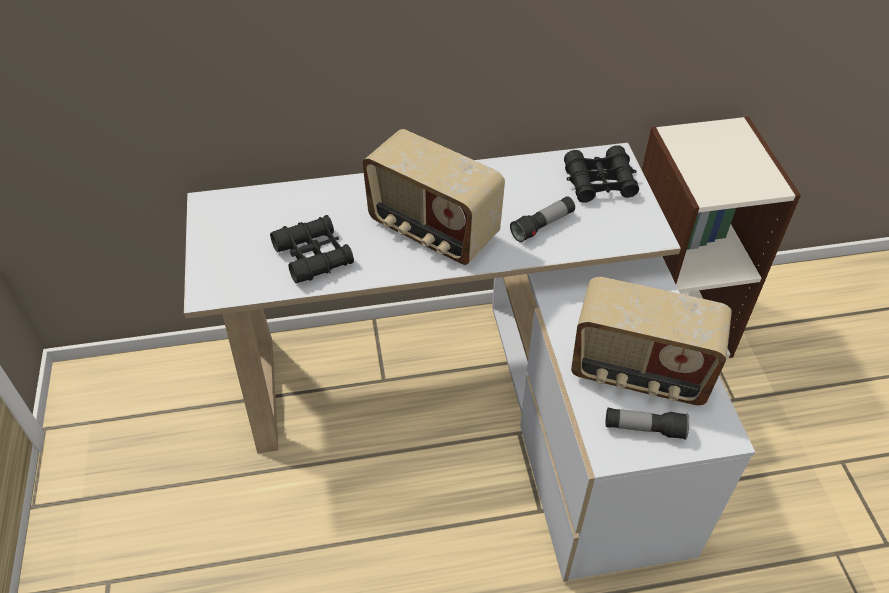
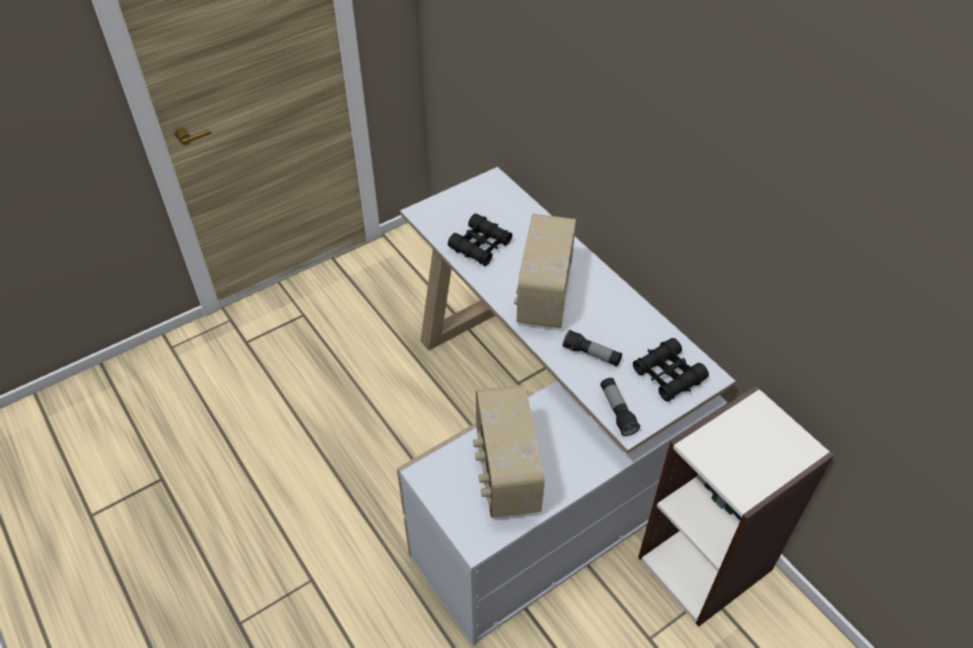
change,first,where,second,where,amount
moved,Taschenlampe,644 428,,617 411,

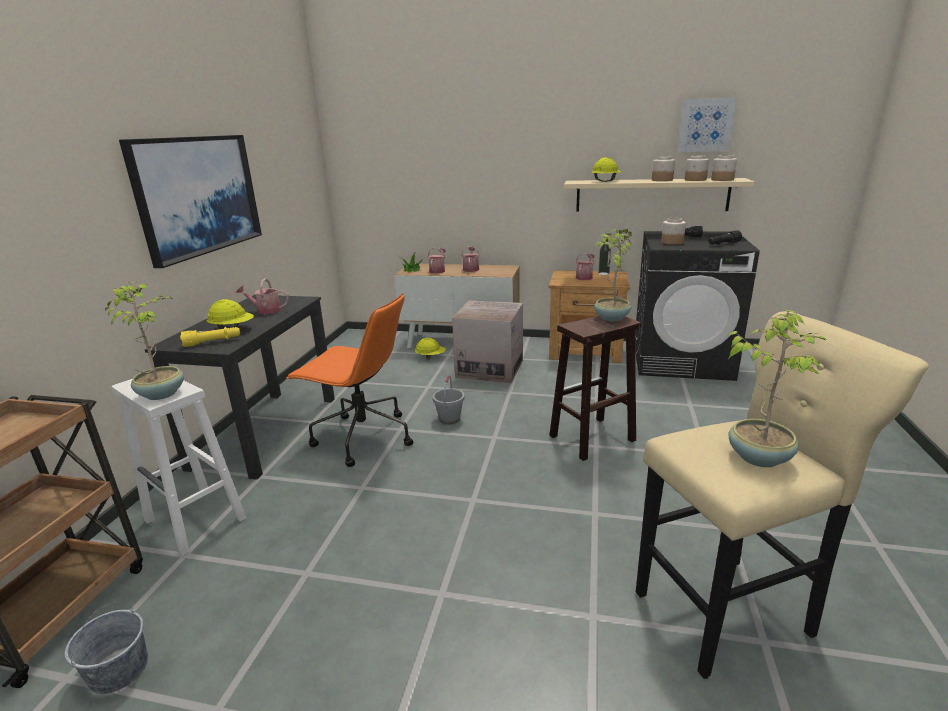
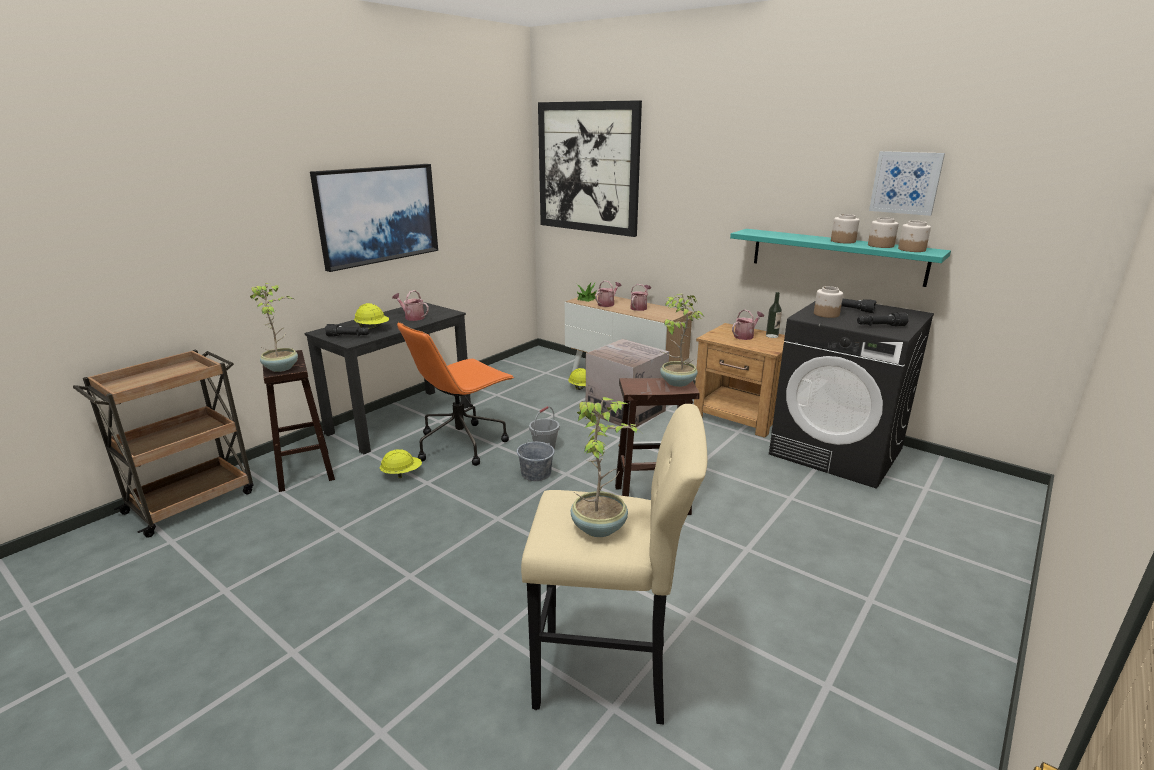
change,first,where,second,where,amount
moved,Eimer/grau,119 669,,536 473,
recoloured,Hocker/weiß,196 520,Hocker/braun,305 471,
recoloured,Taschenlampe/gelb,213 342,Taschenlampe/schwarz,349 336,
turned,Bürostuhl/orange,362 437,,462 444,90 degrees clockwise
recoloured,Wandregal/beige,651 195,Wandregal/türkis,836 256,
moved,Schutzhelm/gelb,605 181,,402 474,
added,,,Bild,588 168,

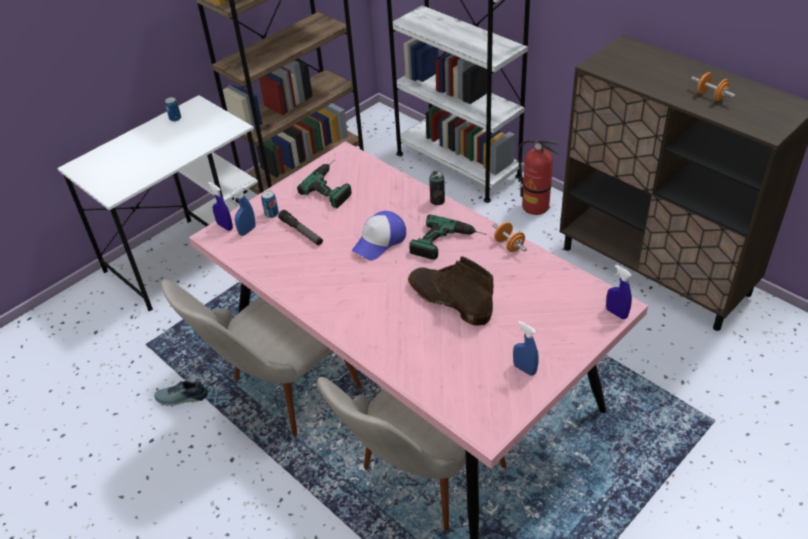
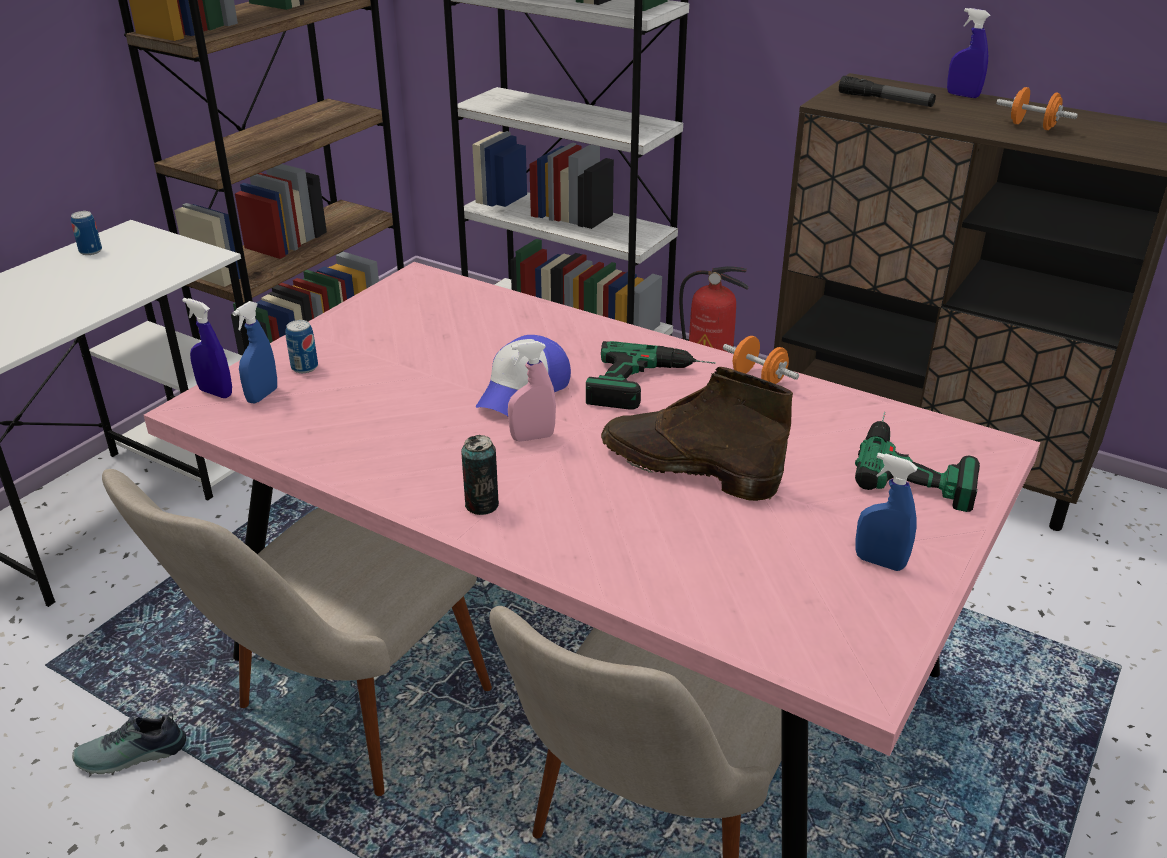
change,first,where,second,where,amount
moved,Taschenlampe,301 232,,885 100,
moved,Bohrmaschine,333 185,,916 464,
moved,Dose,437 201,,482 505,
moved,Sprühflasche/blau,616 313,,962 95,
added,,,Sprühflasche/rosa,532 437,

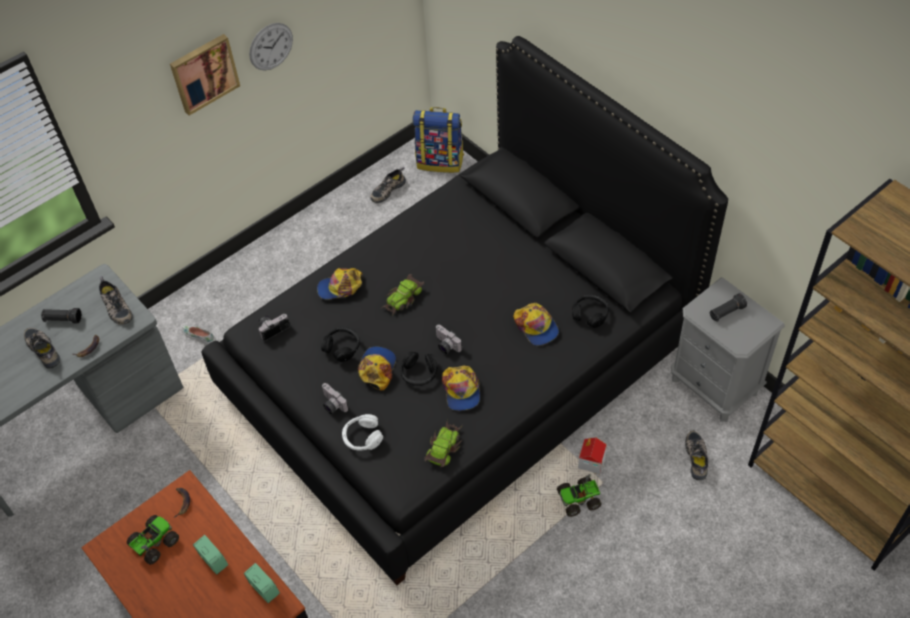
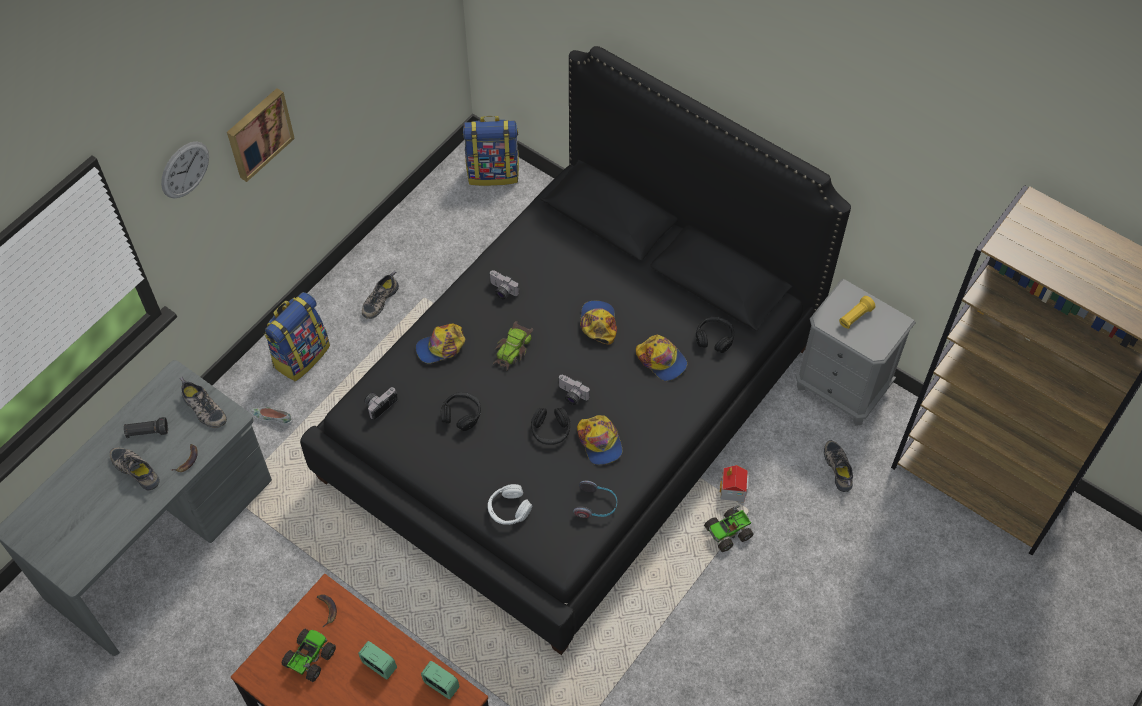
change,first,where,second,where,amount
moved,Wanduhr,271 46,,185 169,
moved,Kamera,332 405,,501 291,
moved,Kappe,377 369,,598 323,
moved,Schuh,387 189,,379 299,
replaced,Spielzeugauto,444 446,Kopfhörer,596 505,
recoloured,Taschenlampe/schwarz,726 312,Taschenlampe/gelb,855 317,
added,,,Rucksack,301 355,

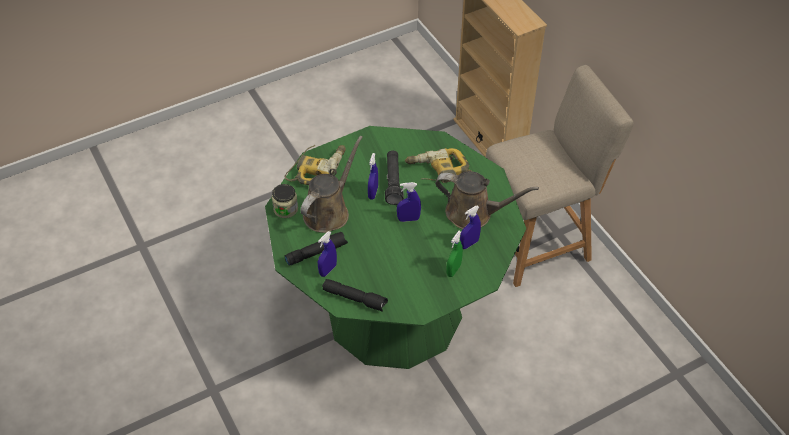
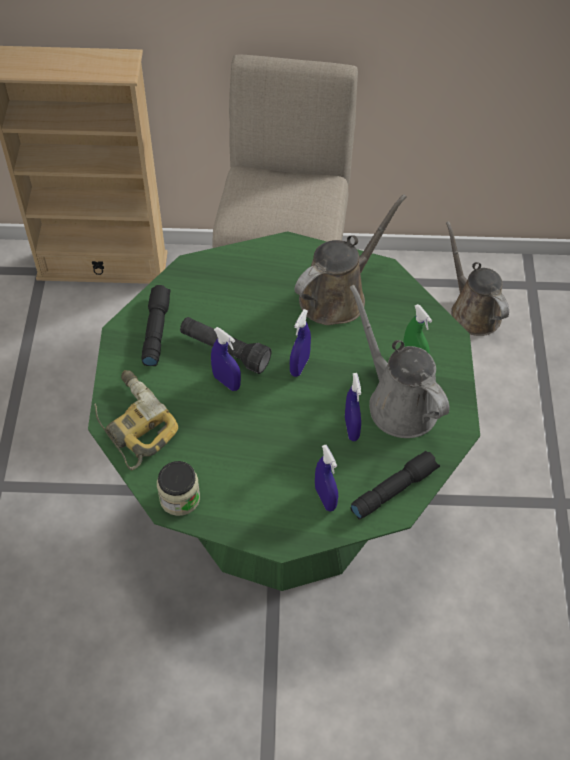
change,first,where,second,where,amount
moved,Taschenlampe/schwarz,316 252,,155 330,
moved,Gießkanne/braun,329 211,,472 311,
removed,Bohrmaschine,439 171,,,
moved,Sprühflasche/blau,469 244,,351 428,
added,,,Gießkanne/grau,398 402,

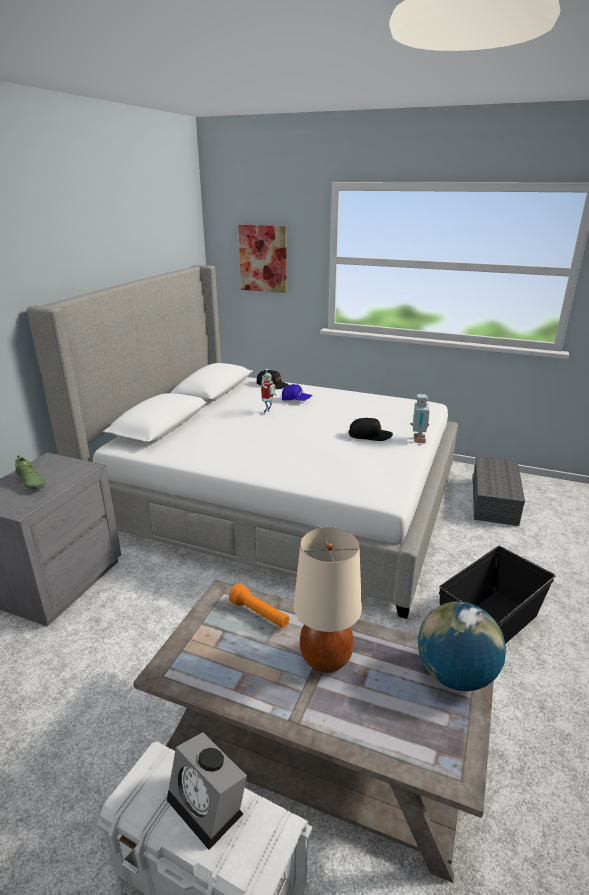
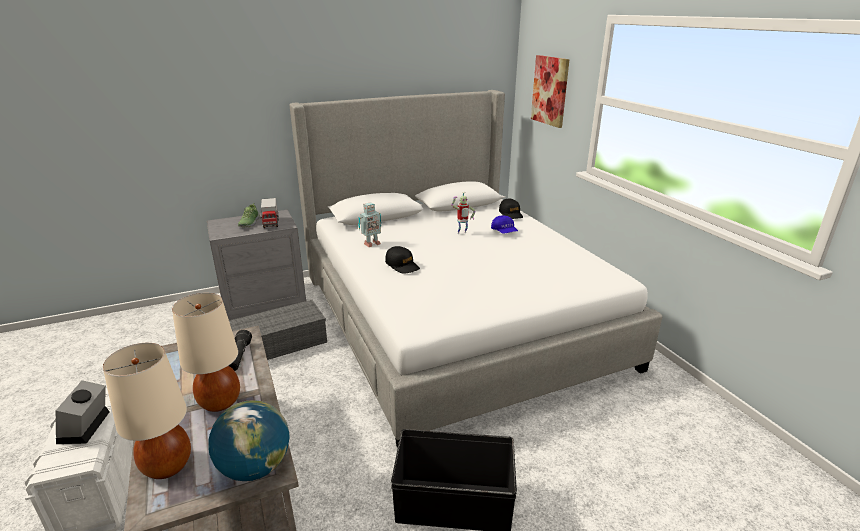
change,first,where,second,where,amount
recoloured,Taschenlampe/orange,259 614,Taschenlampe/schwarz,240 357,
moved,Kappe/schwarz,370 435,,402 265,
moved,Spielzeugroboter,417 440,,371 244,
moved,Aufbewahrungsbox/grau,495 501,,279 344,
added,,,Tischlampe/beige,167 465,
added,,,Spielzeuglaster,271 223,

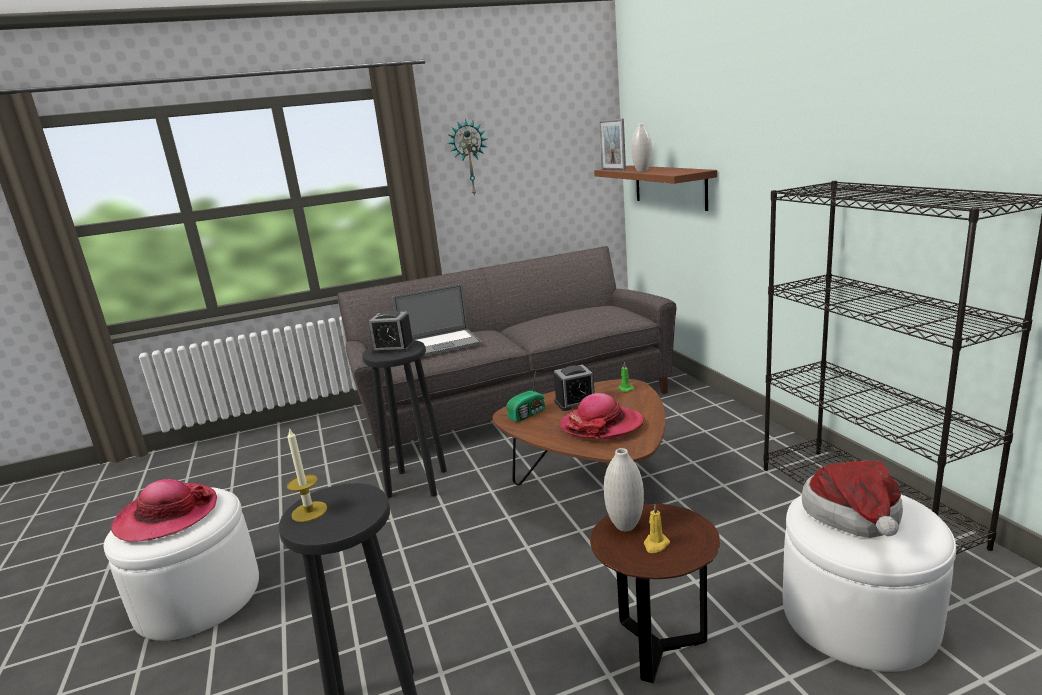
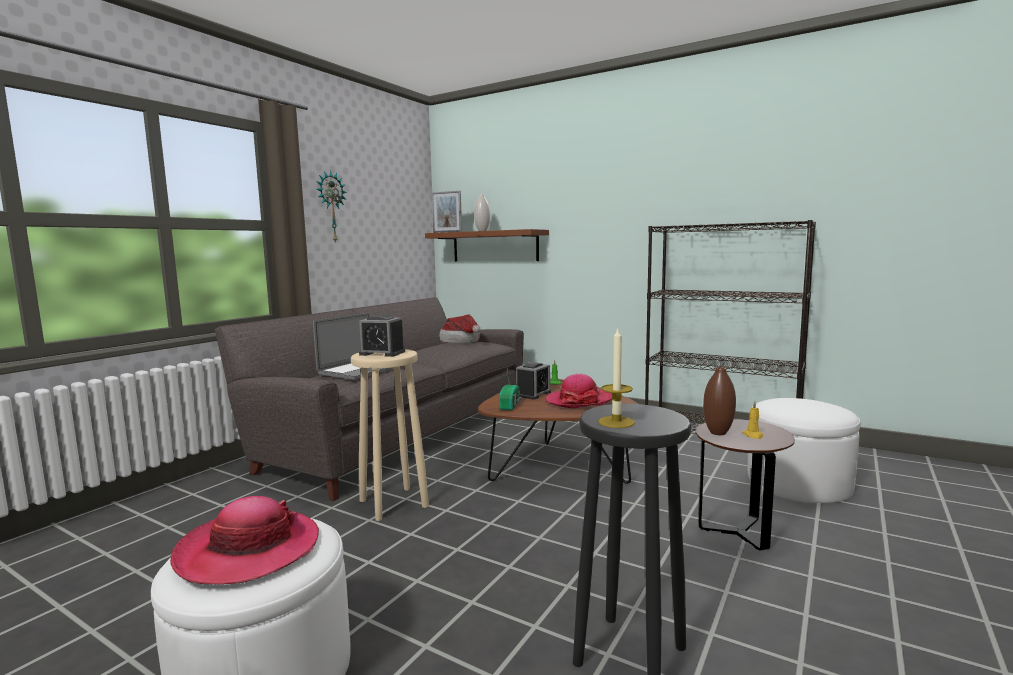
change,first,where,second,where,amount
recoloured,Hocker/schwarz,416 483,Hocker/beige,392 503,
turned,Wecker,393 348,,382 353,45 degrees clockwise
recoloured,Vase/weiß,625 526,Vase/braun,718 433,
moved,Hut,854 519,,462 341,

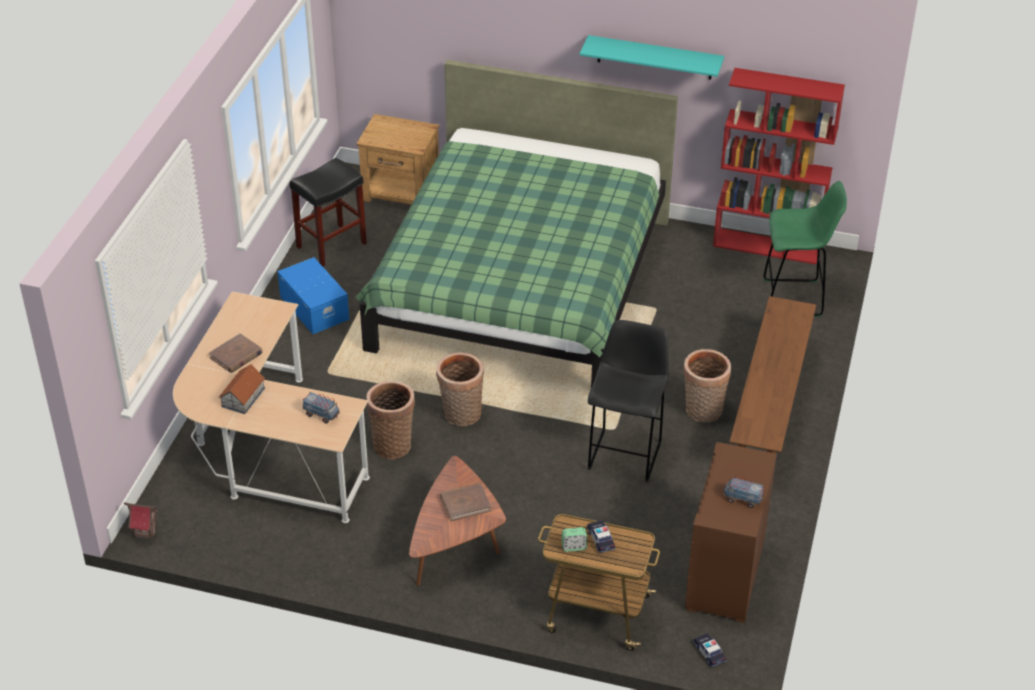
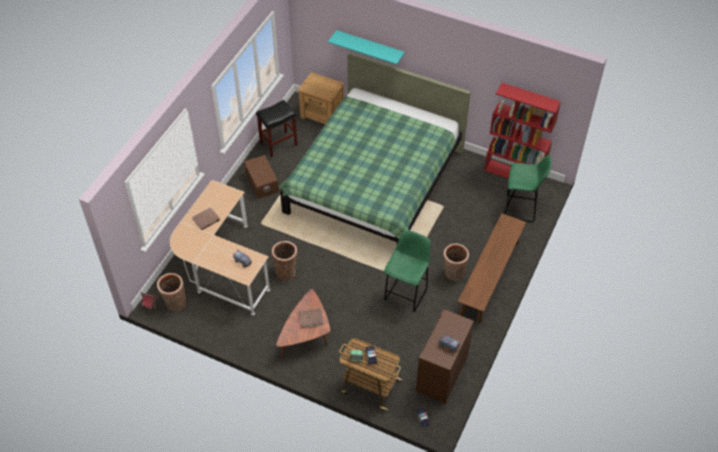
change,first,where,second,where,amount
removed,Spielzeughaus,243 397,,,
recoloured,Aufbewahrungsbox/blau,315 307,Aufbewahrungsbox/braun,262 182,
moved,Korb,461 415,,175 303,
moved,Wandregal/türkis,654 57,,370 46,
recoloured,Hocker/schwarz,625 454,Hocker/grün,406 294,

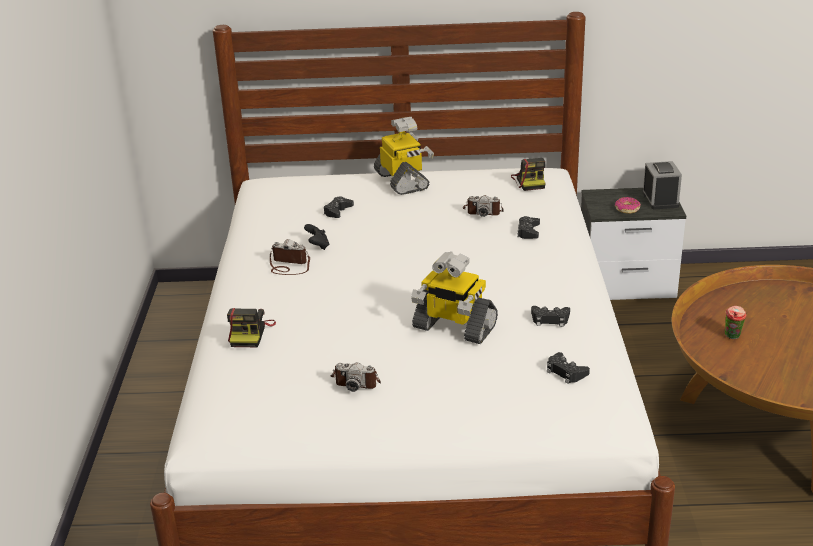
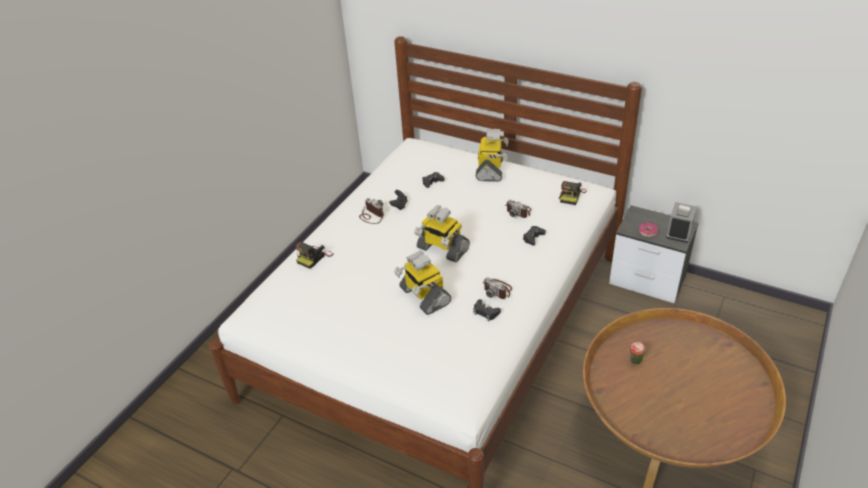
change,first,where,second,where,amount
moved,Kamera,357 380,,497 290,
removed,Gamepad/schwarz,566 372,,,
added,,,Spielzeugroboter,442 249,

